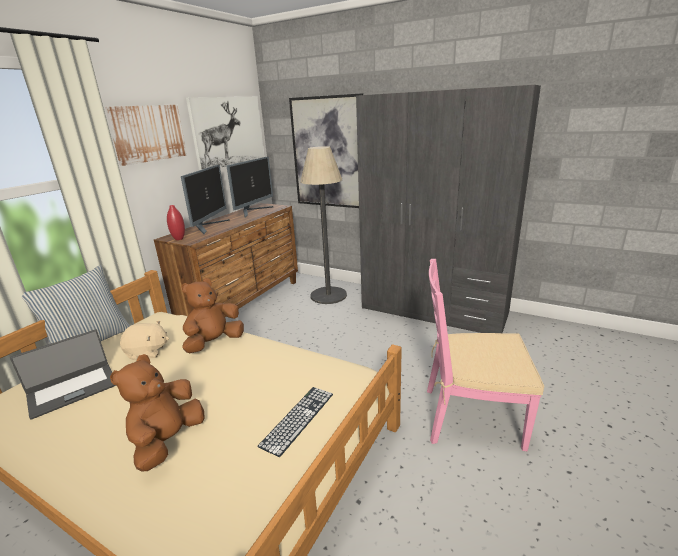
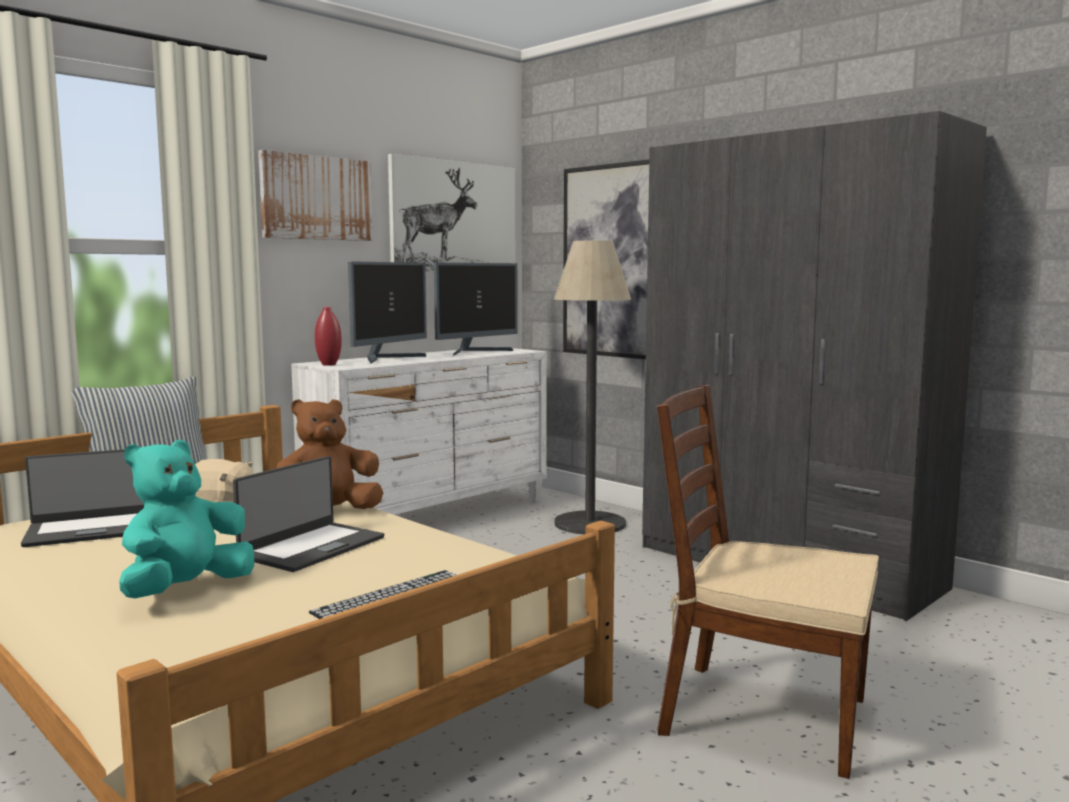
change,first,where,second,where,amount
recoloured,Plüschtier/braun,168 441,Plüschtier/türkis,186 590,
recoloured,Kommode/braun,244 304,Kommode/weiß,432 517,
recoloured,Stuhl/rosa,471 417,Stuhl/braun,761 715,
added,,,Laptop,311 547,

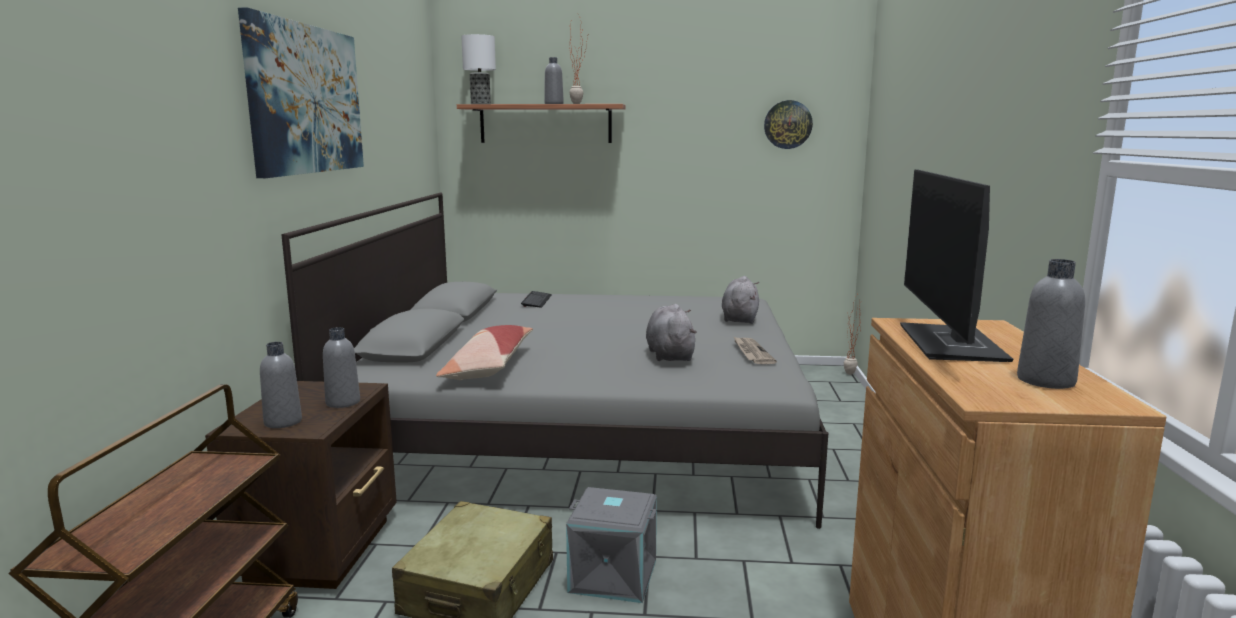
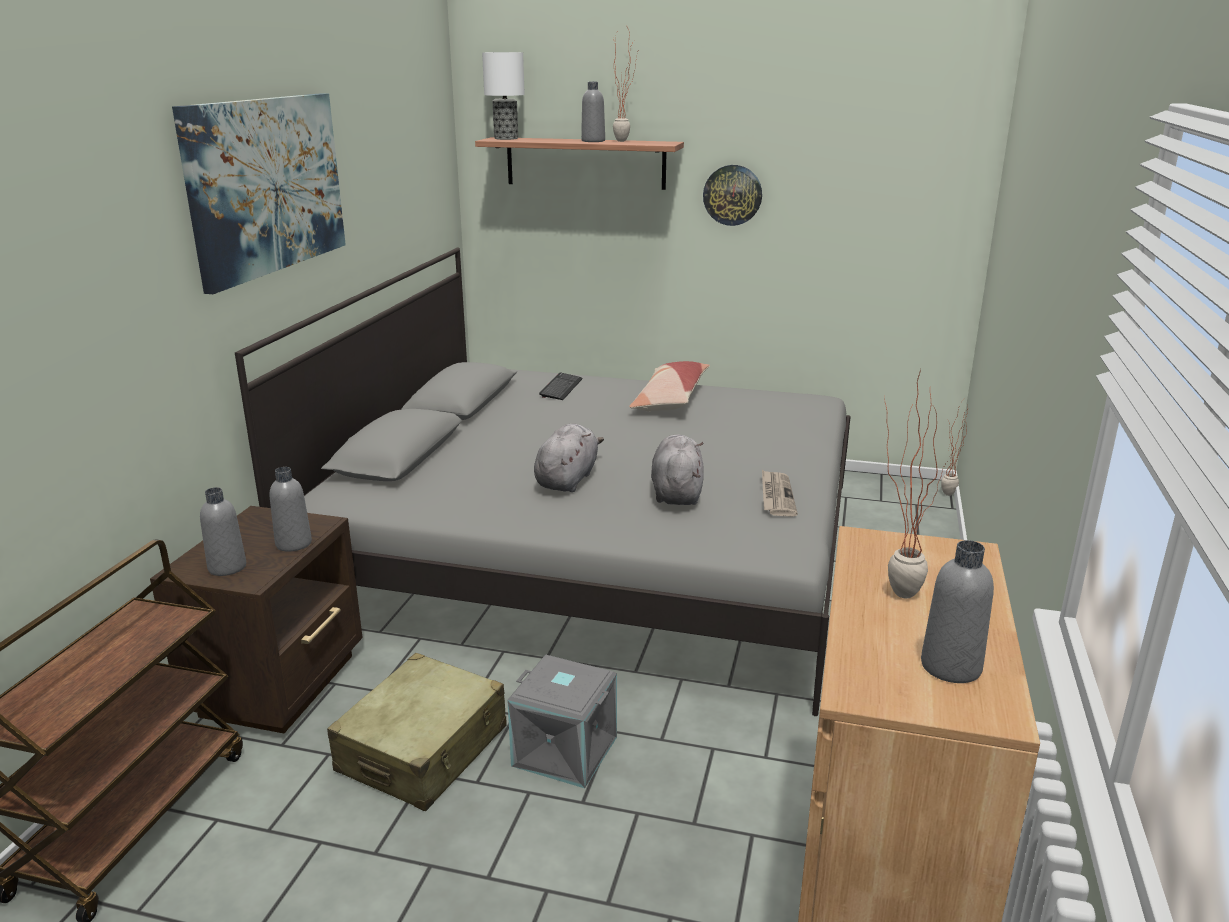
change,first,where,second,where,amount
moved,Kissen,488 366,,670 399,
moved,Plüschtier/grau,739 318,,567 479,
moved,Wanduhr,788 124,,732 195,
replaced,Monitor,952 345,Topfpflanze,894 589,

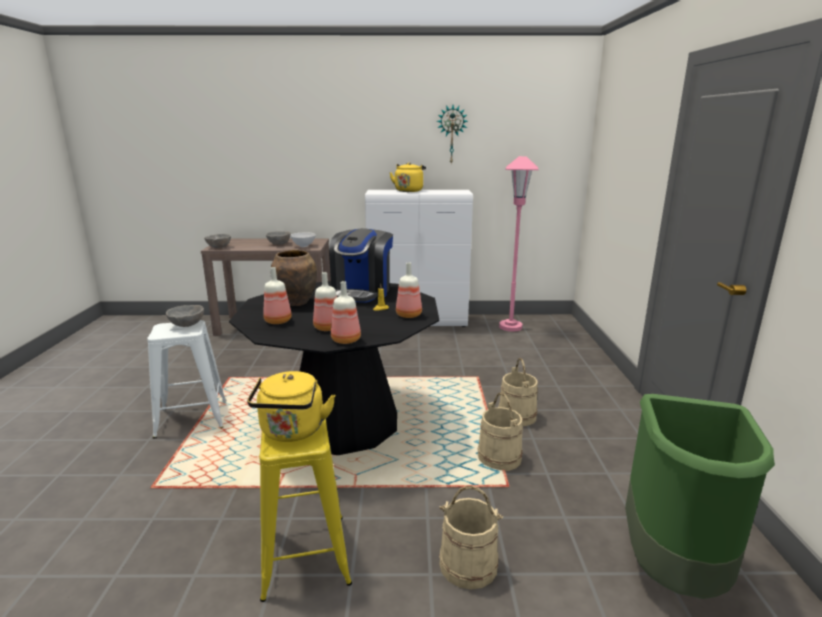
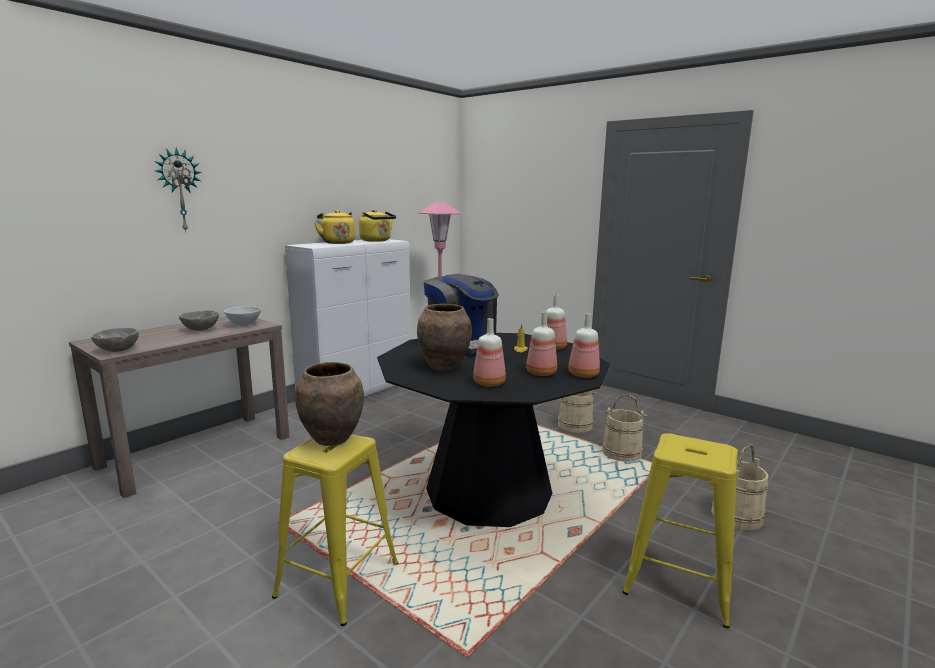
change,first,where,second,where,amount
recoloured,Hocker/weiß,192 418,Hocker/gelb,338 580,
replaced,Schüssel/grau,188 325,Vase/braun,332 439,
moved,Wasserkessel/gelb,292 432,,377 241,
moved,Wanduhr,451 134,,179 190,
removed,Mülleimer/grün,674 570,,,

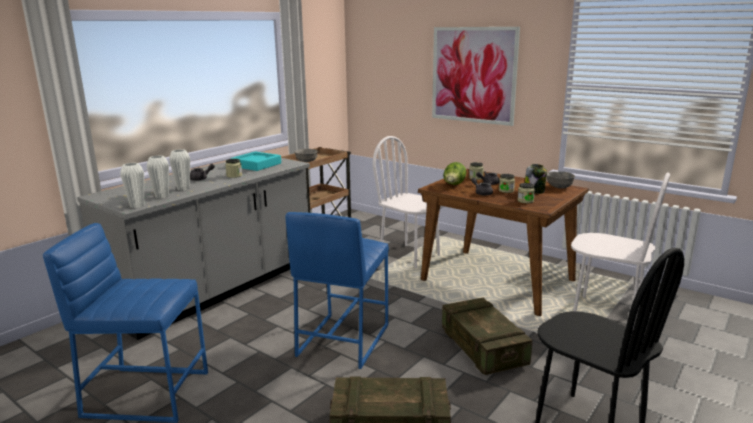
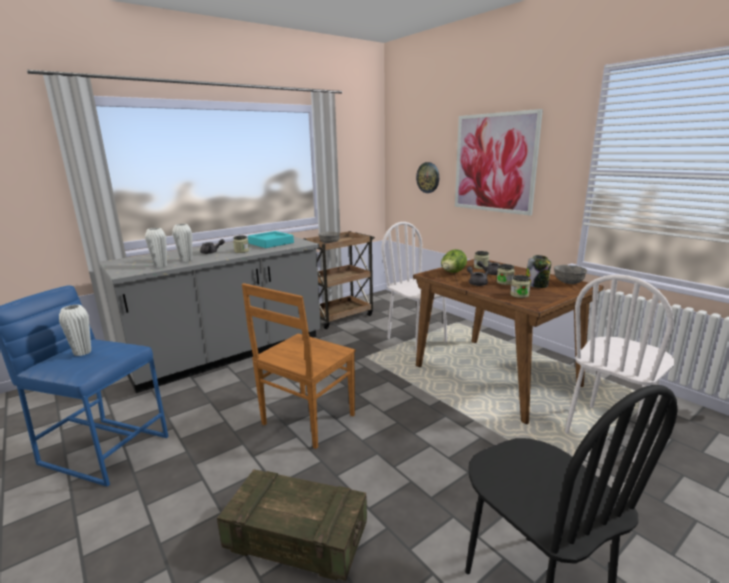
change,first,where,second,where,amount
moved,Vase/weiß,137 206,,82 352,
replaced,Hocker/blau,342 340,Stuhl/braun,306 421,
removed,Kiste,483 348,,,
turned,Stuhl/weiß,606 313,,609 432,90 degrees clockwise
added,,,Wanduhr,428 177,

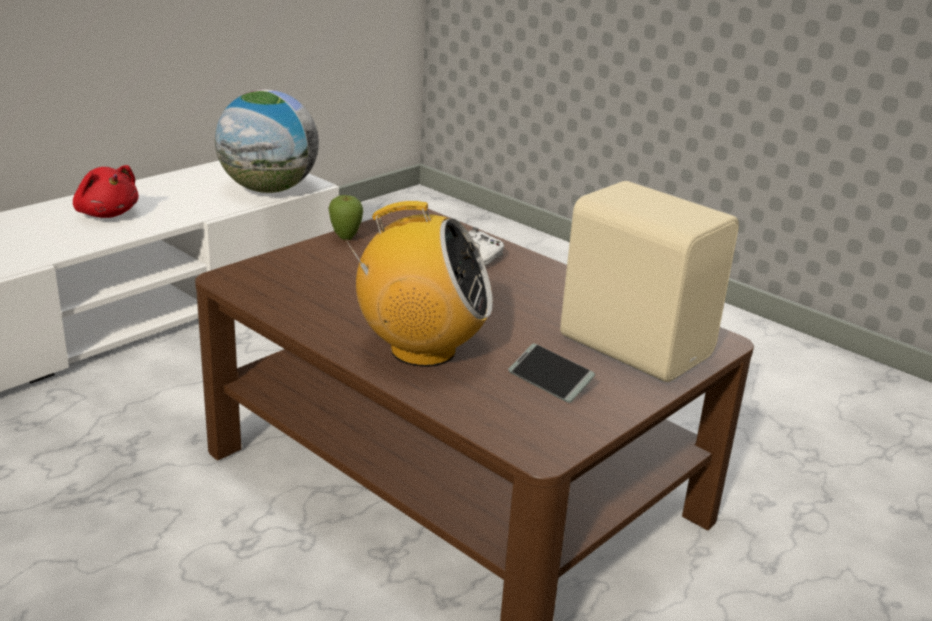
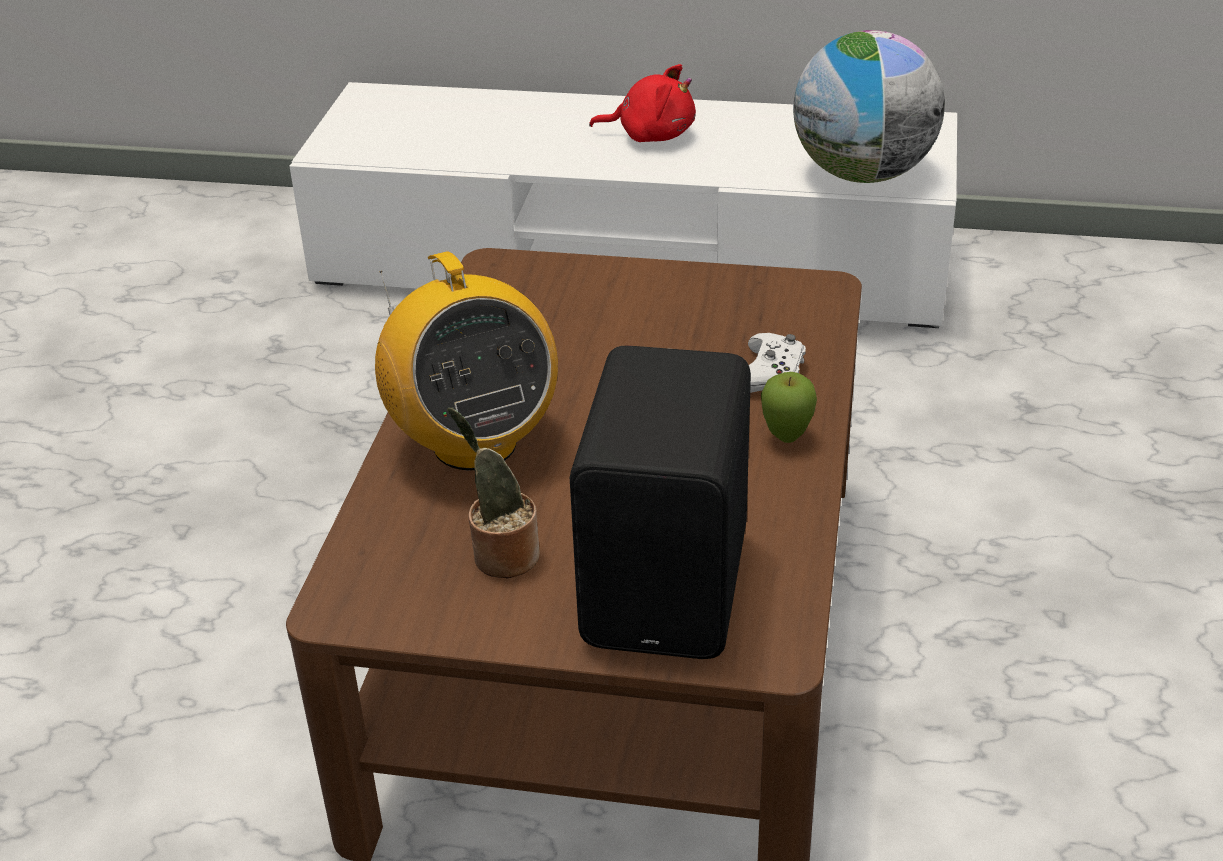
change,first,where,second,where,amount
turned,Plüschtier/rot,106 213,,651 135,90 degrees counterclockwise
moved,Apfel,345 238,,786 437,
replaced,Handy,550 380,Topfpflanze,501 555,
recoloured,Lautsprecher/beige,635 345,Lautsprecher/schwarz,672 587,

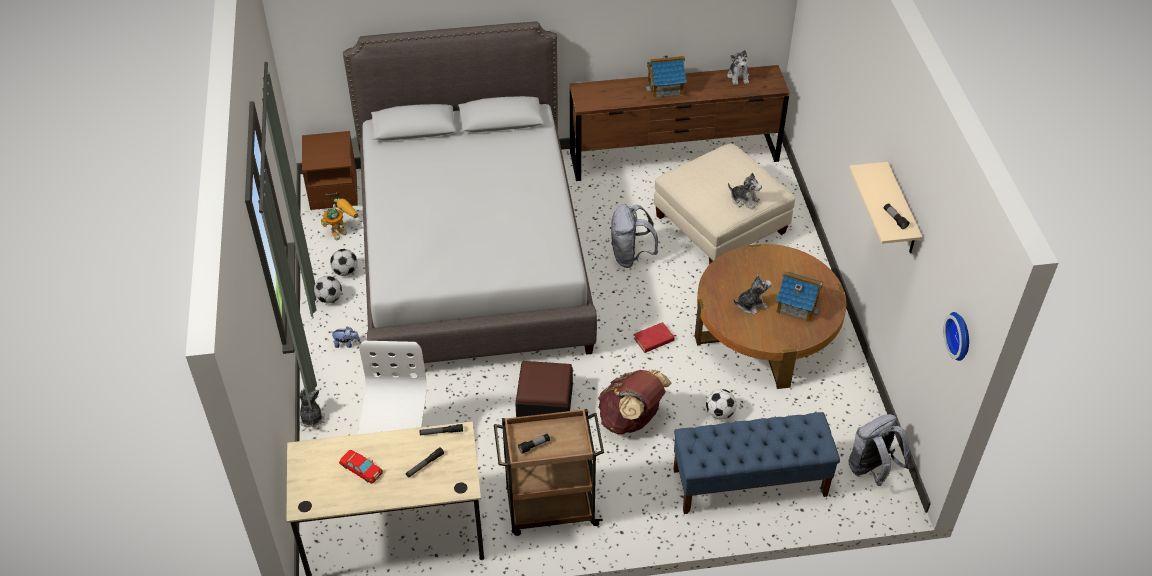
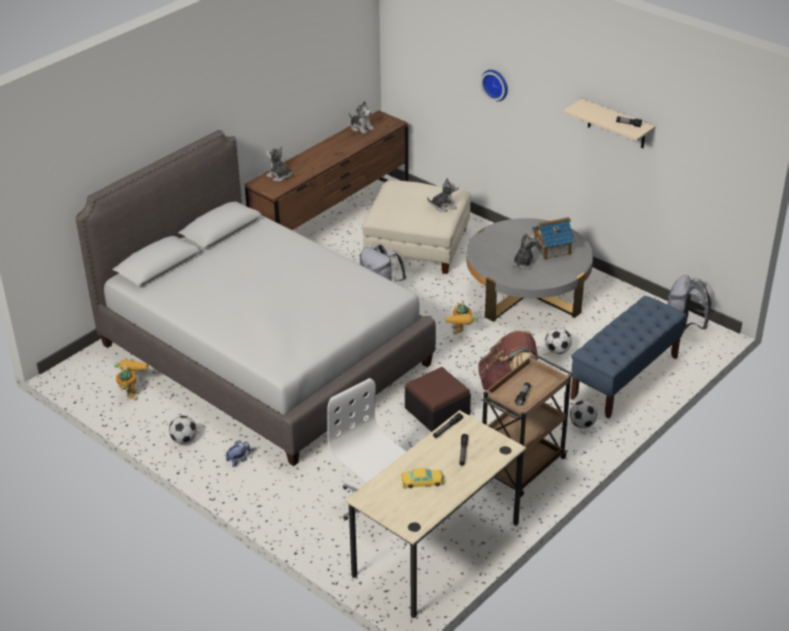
change,first,where,second,where,amount
moved,Plüschtier,311 418,,279 176,
removed,Nachttisch/braun,333 191,,,
moved,Fußball,345 272,,582 425,
recoloured,Spielzeugauto/rot,361 468,Spielzeugauto/gelb,422 481,
replaced,Buch/rot,654 339,Spielzeugroboter,461 333,
removed,Spielzeughaus,665 87,,,
recoloured,Couchtisch/braun,765 333,Couchtisch/grau,527 291,
moved,Wanduhr,960 335,,496 84,

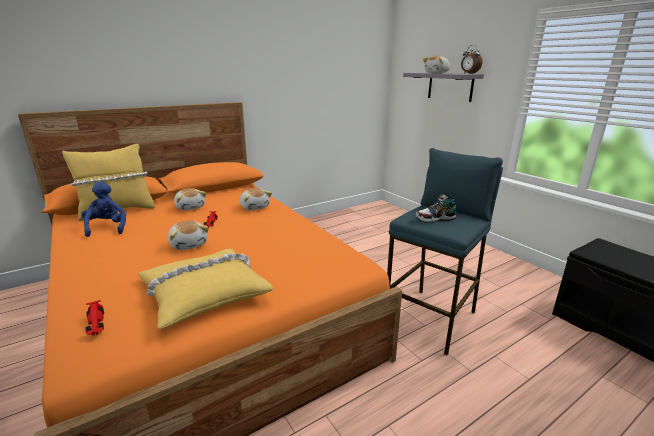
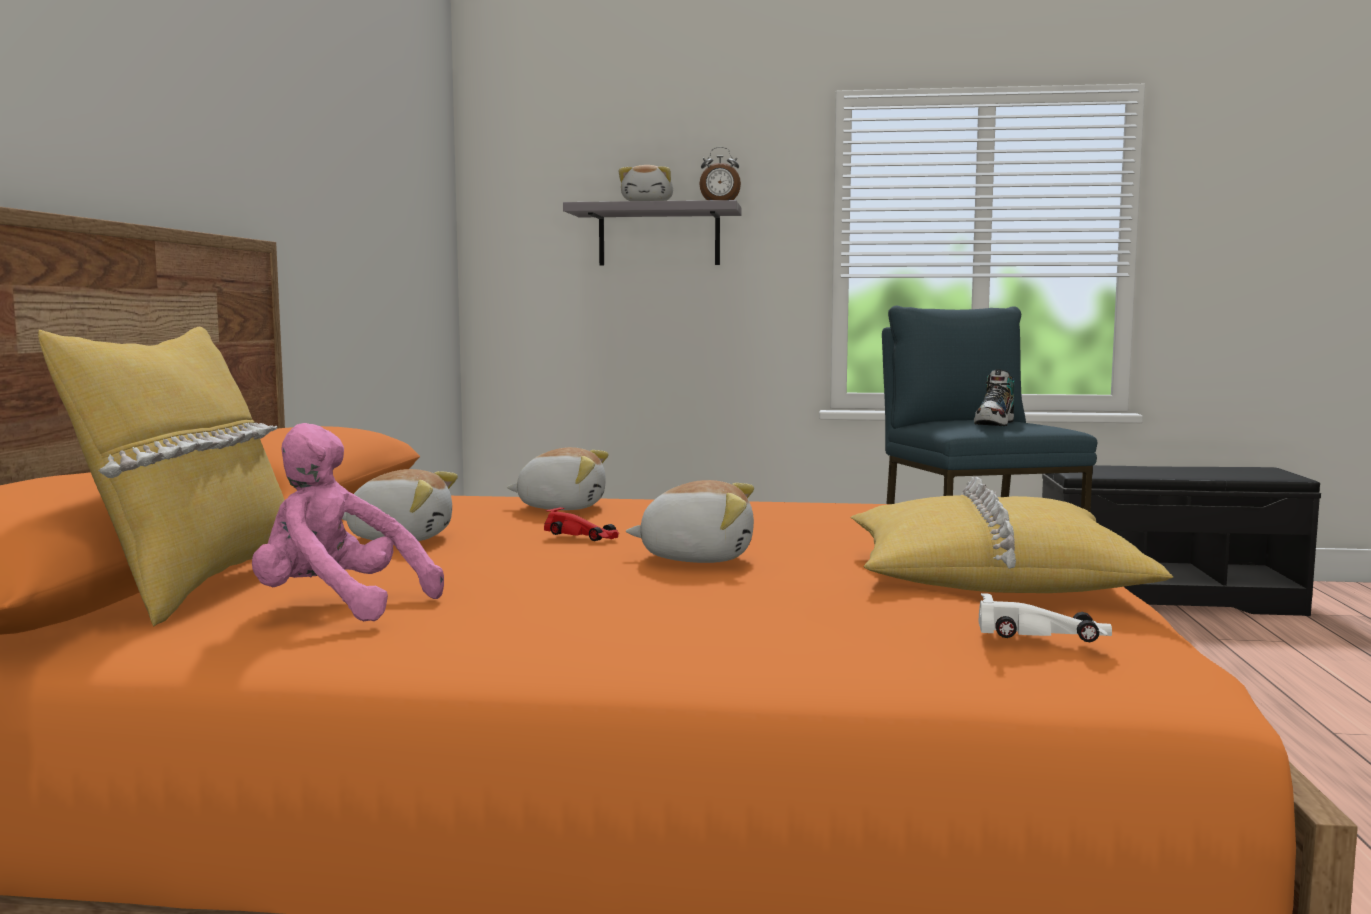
change,first,where,second,where,amount
recoloured,Plüschtier/blau,107 228,Plüschtier/rosa,337 606,
recoloured,Spielzeugauto/rot,95 323,Spielzeugauto/weiß,1044 634,

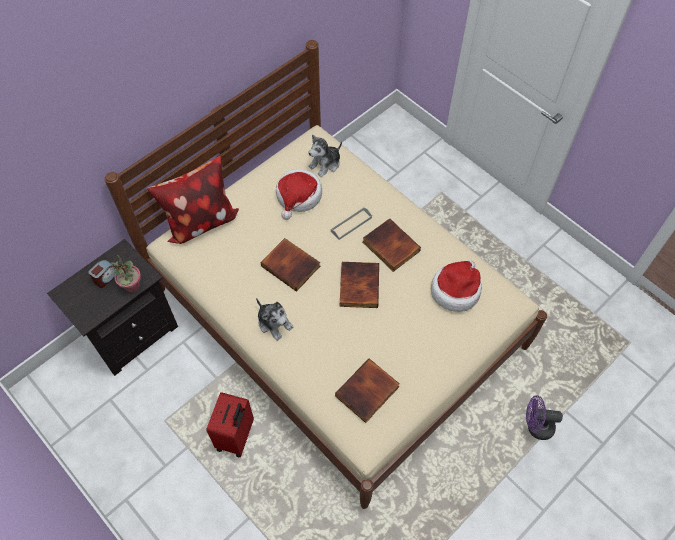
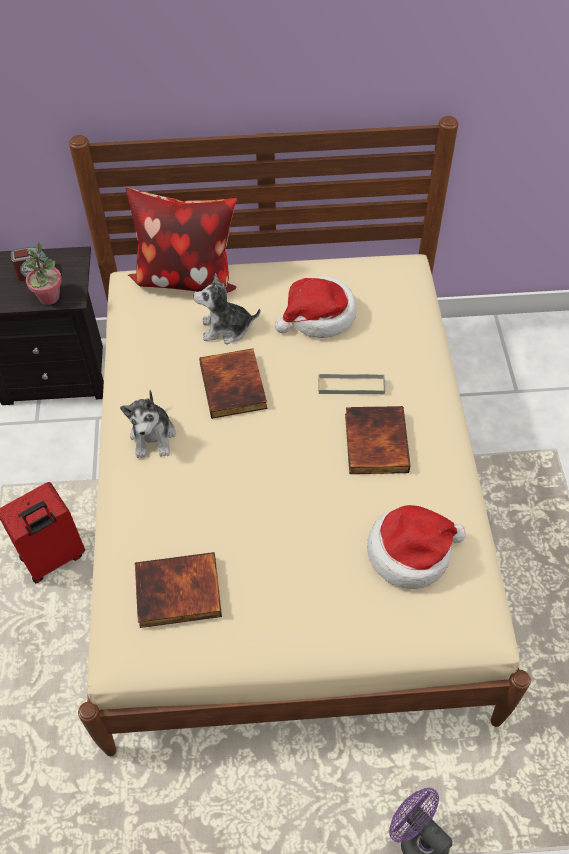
change,first,where,second,where,amount
moved,Plüschtier,325 164,,226 329,
removed,Buch,358 286,,,

